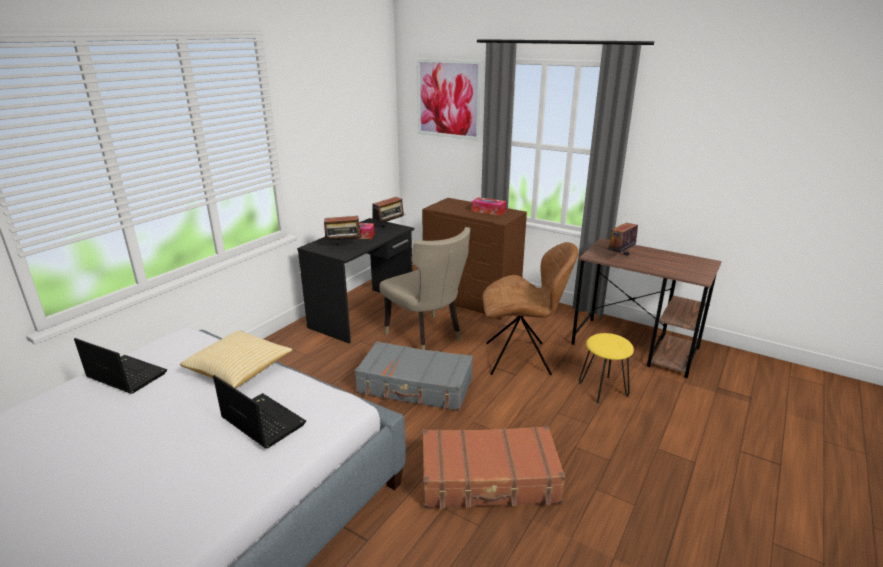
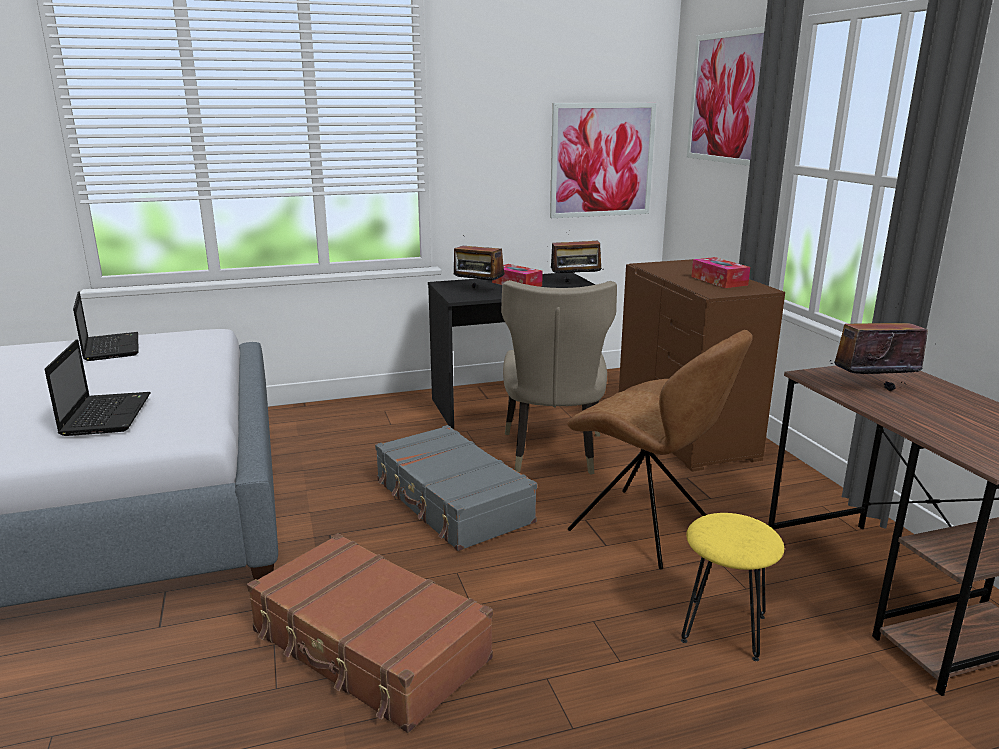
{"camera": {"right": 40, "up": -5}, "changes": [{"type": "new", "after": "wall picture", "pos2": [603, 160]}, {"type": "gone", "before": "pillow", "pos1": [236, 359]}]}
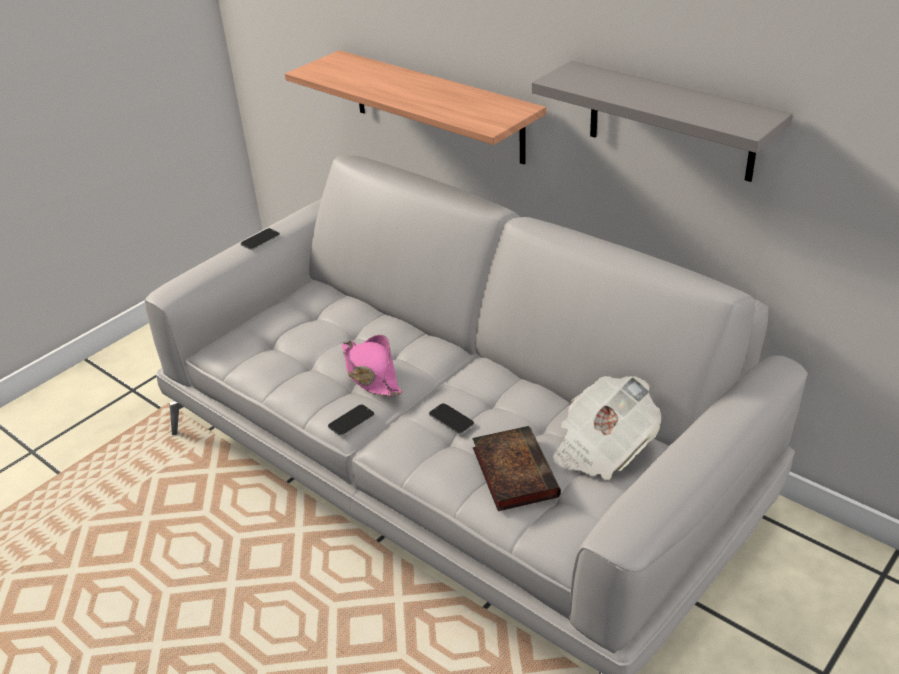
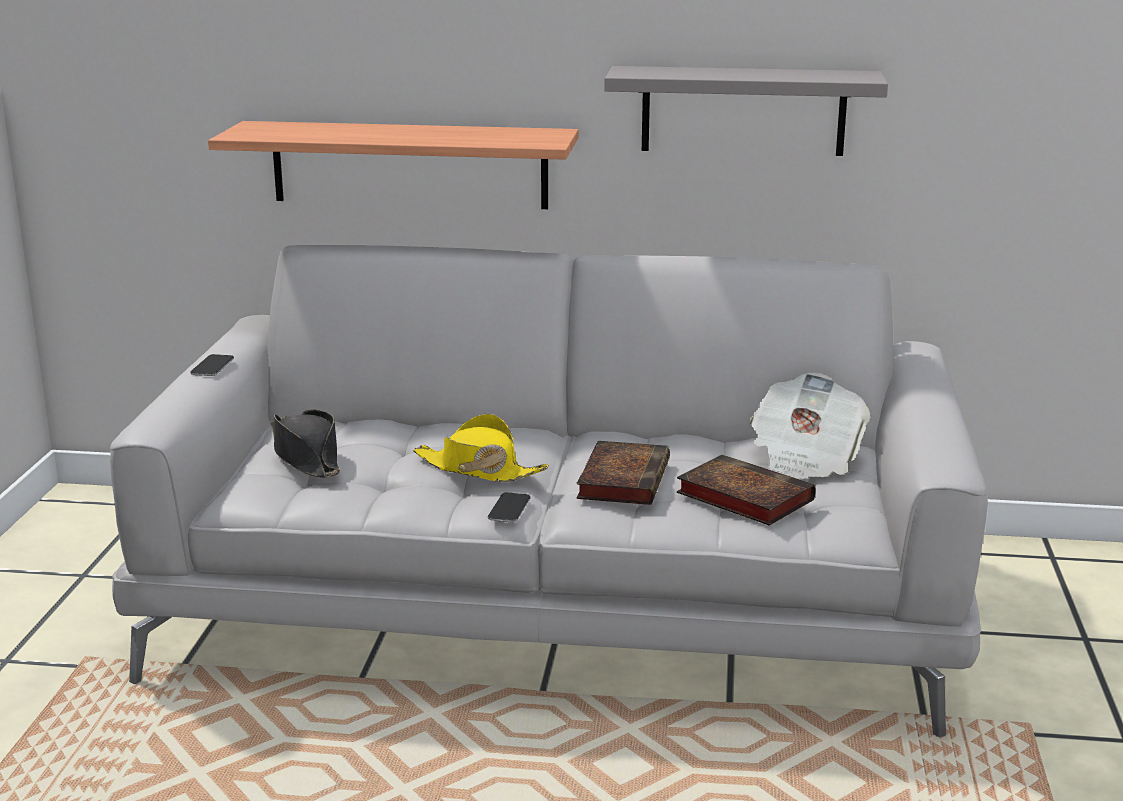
{"camera": {"right": -35, "up": -15}, "changes": [{"type": "new", "after": "blackish hat", "pos2": [305, 443]}, {"type": "repainted", "before": "pinkish hat", "after": "yellow-coloured hat", "pos1": [372, 365], "pos2": [481, 448]}, {"type": "swapped", "before": "handset", "after": "volume", "pos1": [451, 418], "pos2": [623, 473]}]}
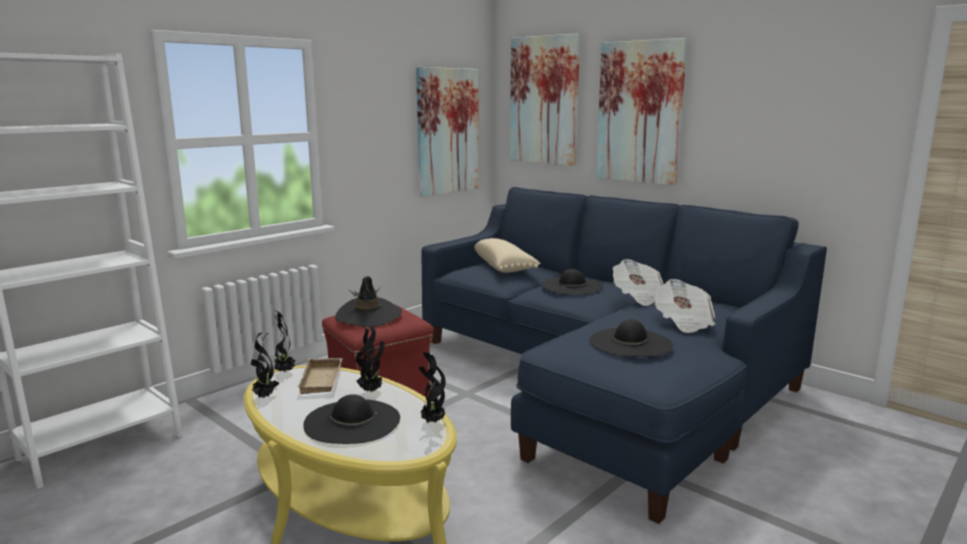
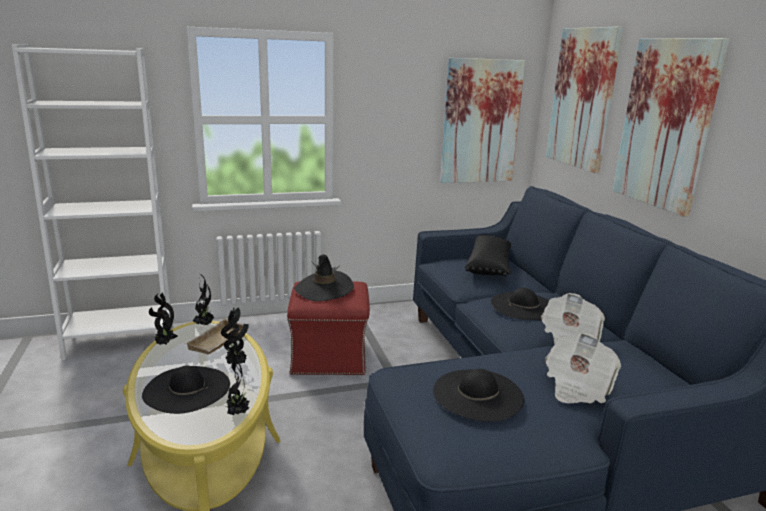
{"camera": {"right": 30, "up": 5}, "changes": [{"type": "repainted", "before": "beige pillow", "after": "blackish pillow", "pos1": [507, 255], "pos2": [488, 256]}]}
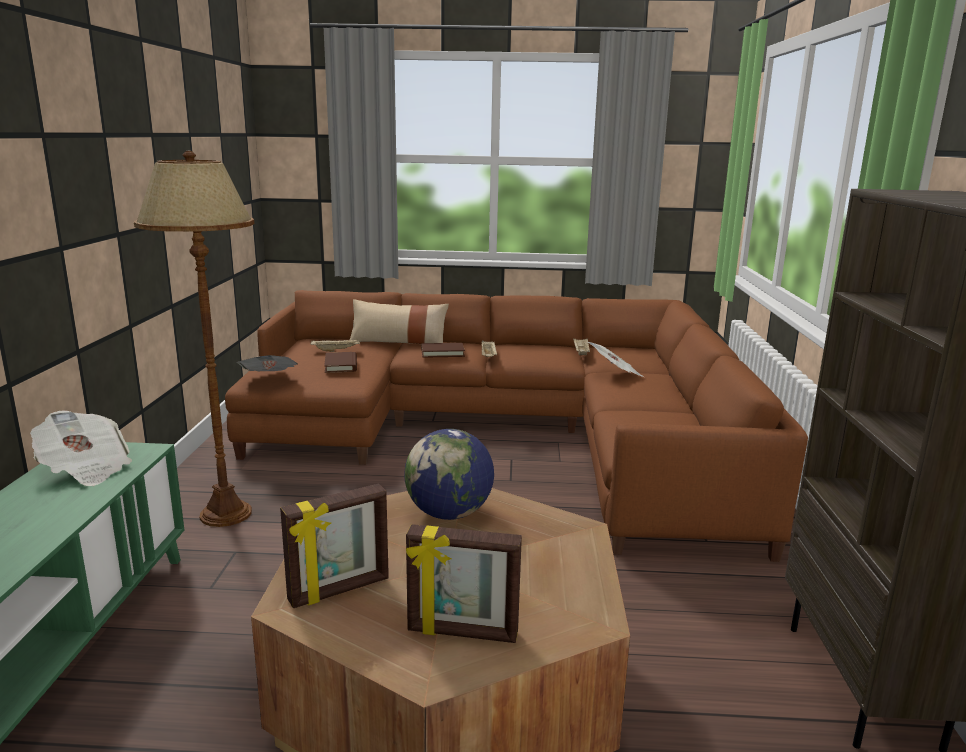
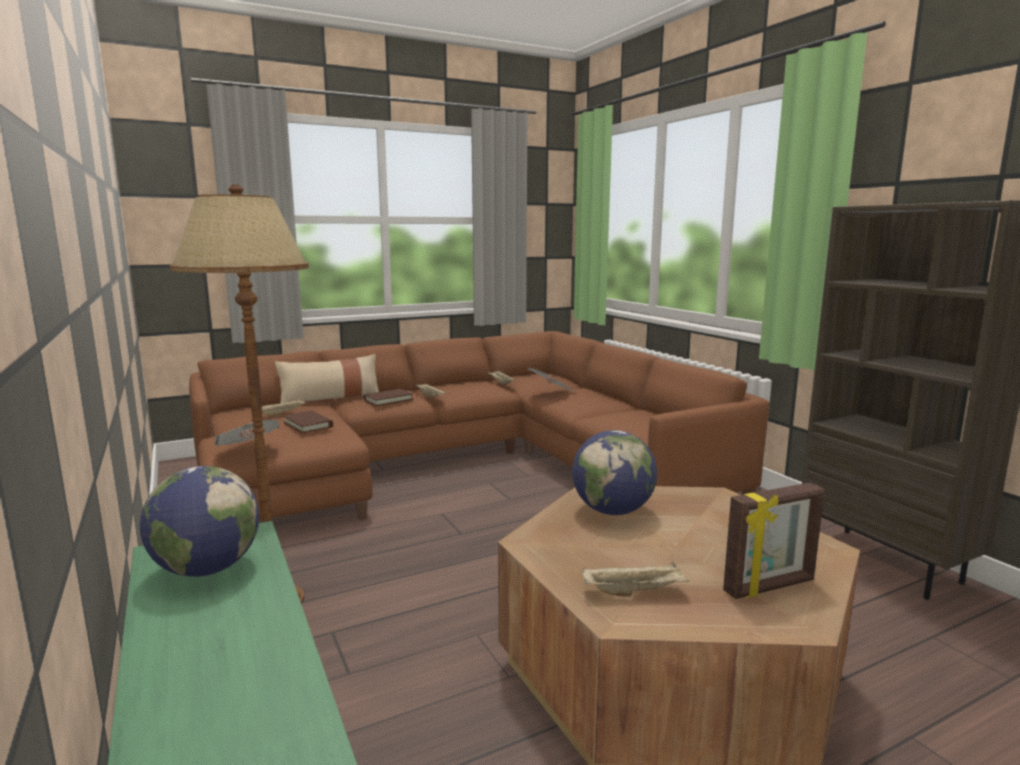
{"camera": {"right": -30, "up": -5}, "changes": [{"type": "swapped", "before": "printed paper", "after": "world globe", "pos1": [81, 448], "pos2": [199, 521]}, {"type": "swapped", "before": "photo frame", "after": "beige serving tray", "pos1": [334, 545], "pos2": [635, 579]}]}
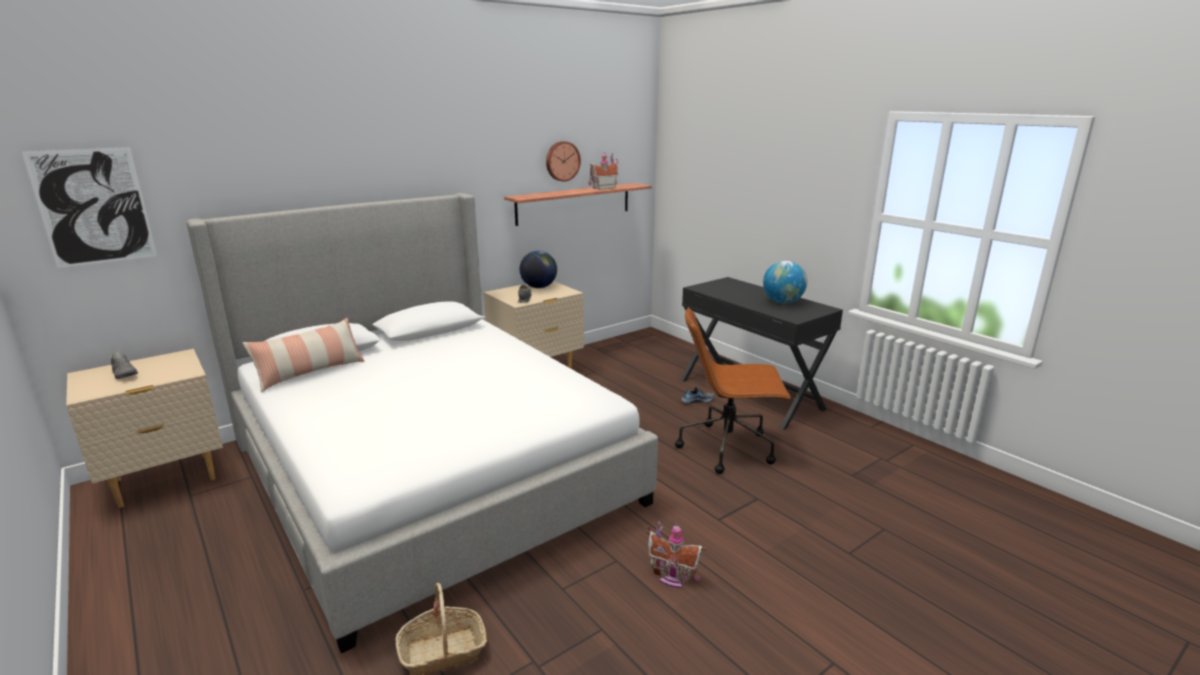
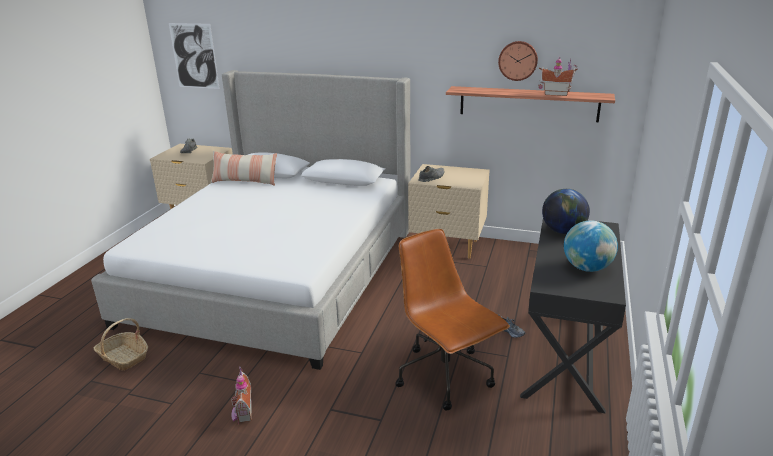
{"camera": {"right": 55, "up": 5}, "changes": [{"type": "shifted", "before": "world globe", "pos1": [538, 269], "pos2": [566, 211]}]}
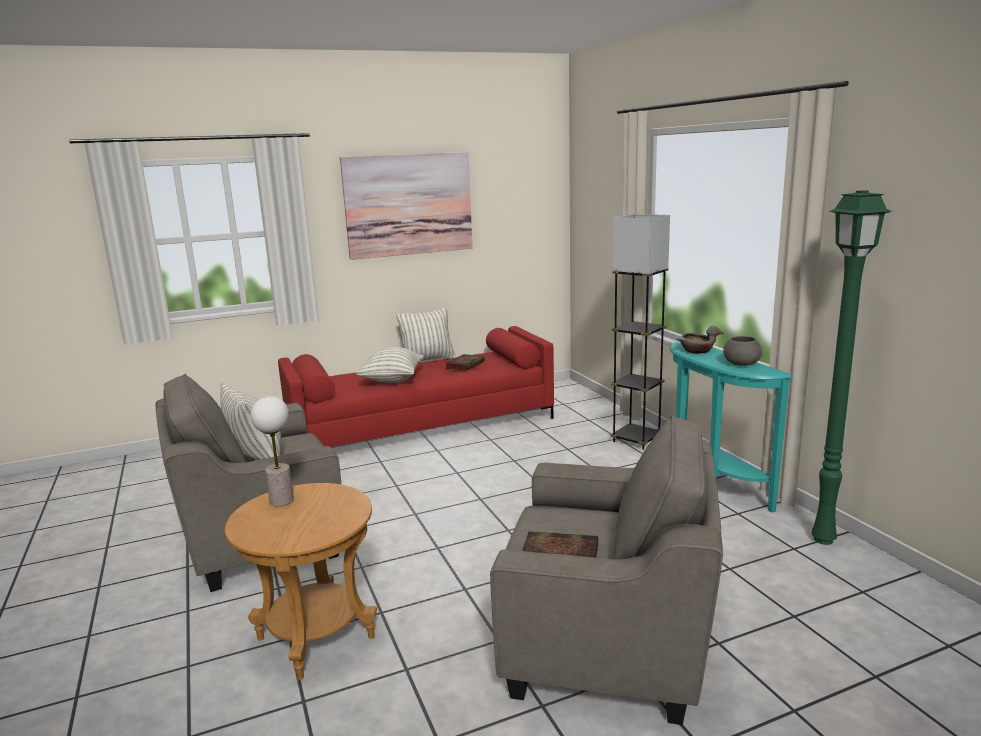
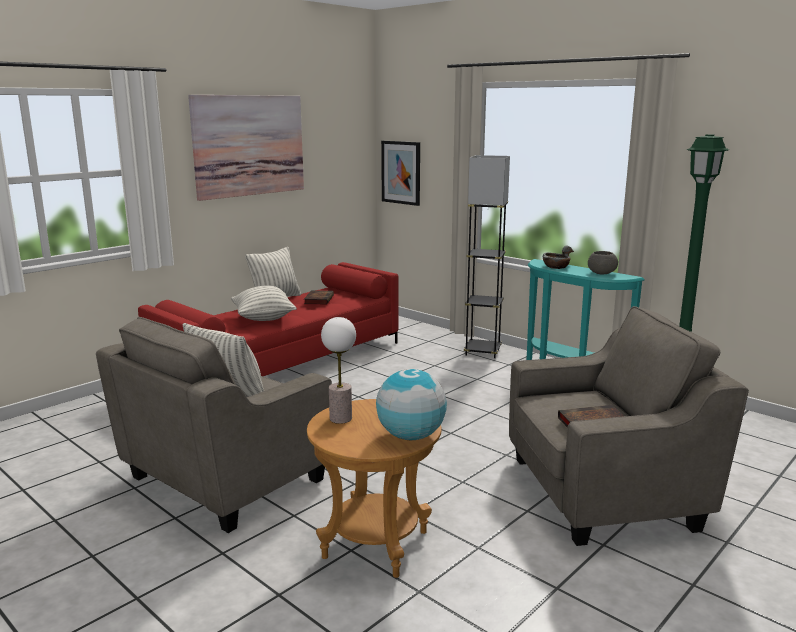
{"camera": {"right": -25, "up": 0}, "changes": [{"type": "new", "after": "world globe", "pos2": [411, 404]}, {"type": "new", "after": "wall picture", "pos2": [400, 173]}]}
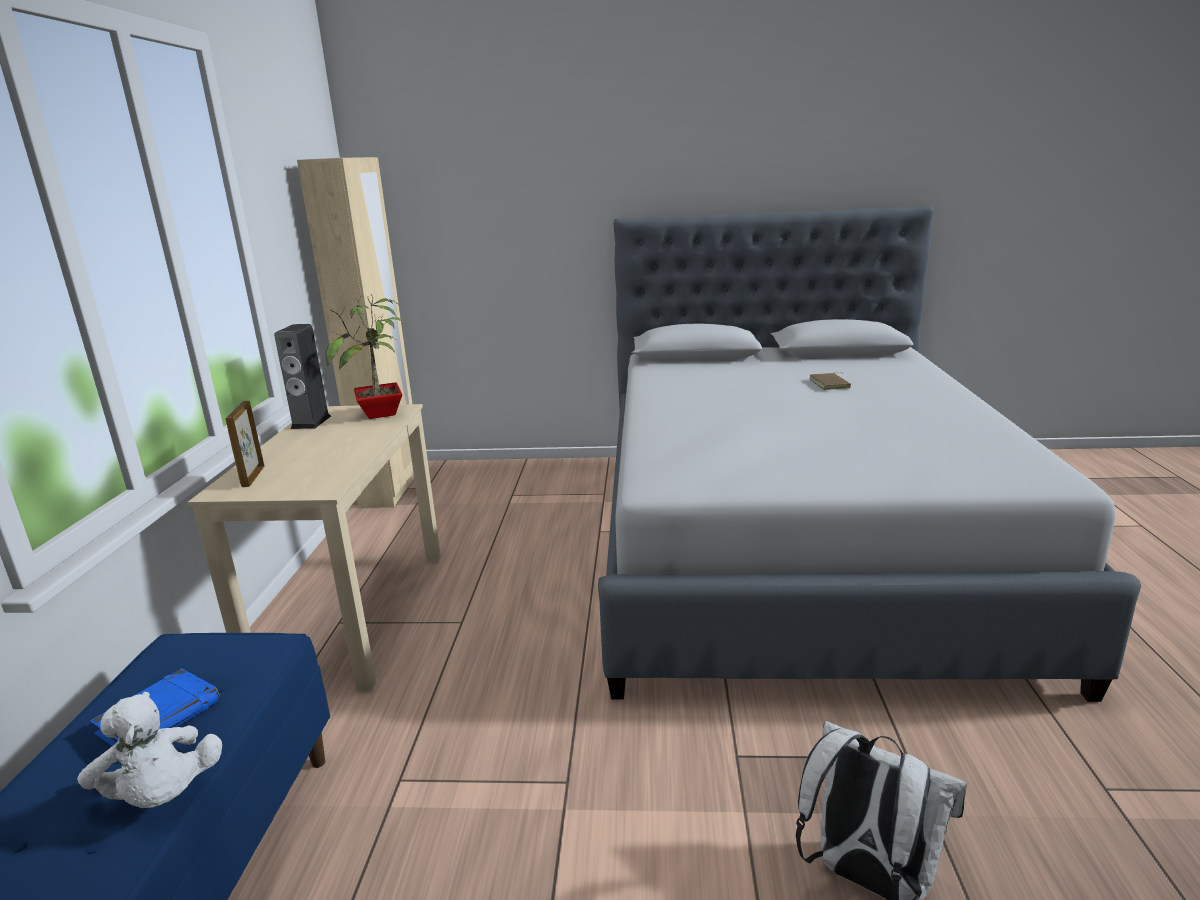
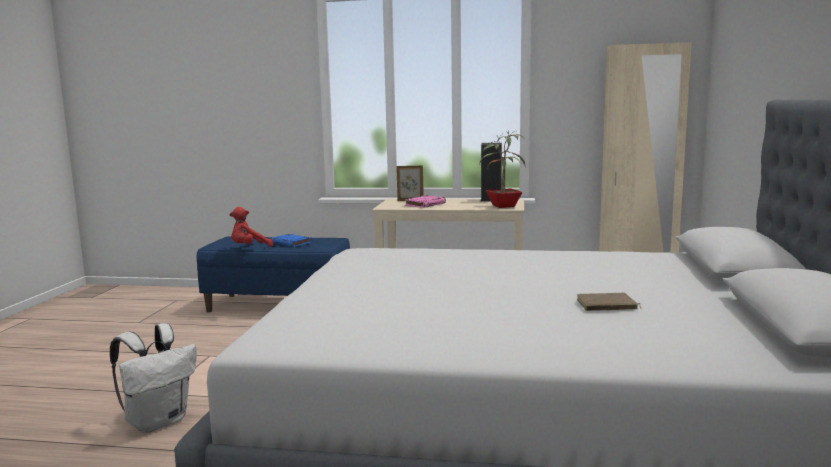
{"camera": {"right": 95, "up": -10}, "changes": [{"type": "repainted", "before": "whitish cuddly toy", "after": "reddish cuddly toy", "pos1": [149, 750], "pos2": [251, 227]}, {"type": "new", "after": "pinkish volume", "pos2": [425, 201]}]}
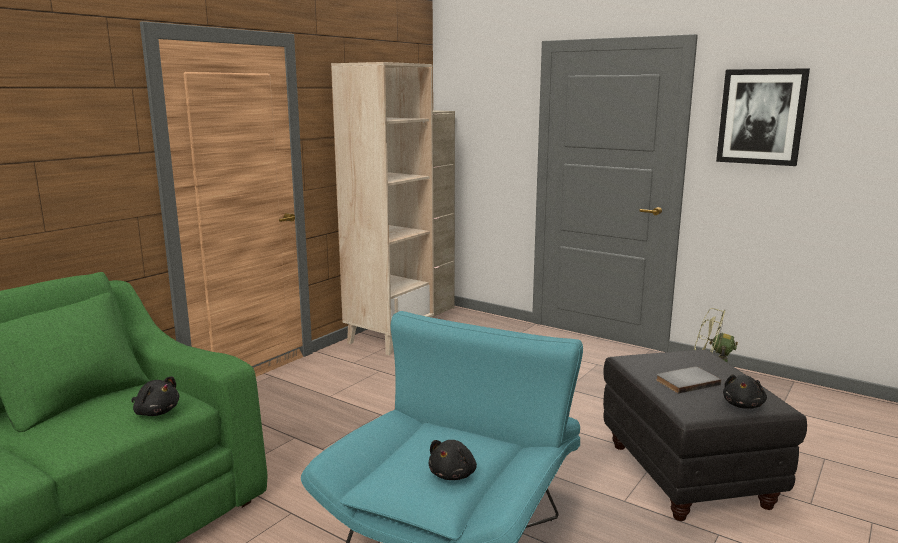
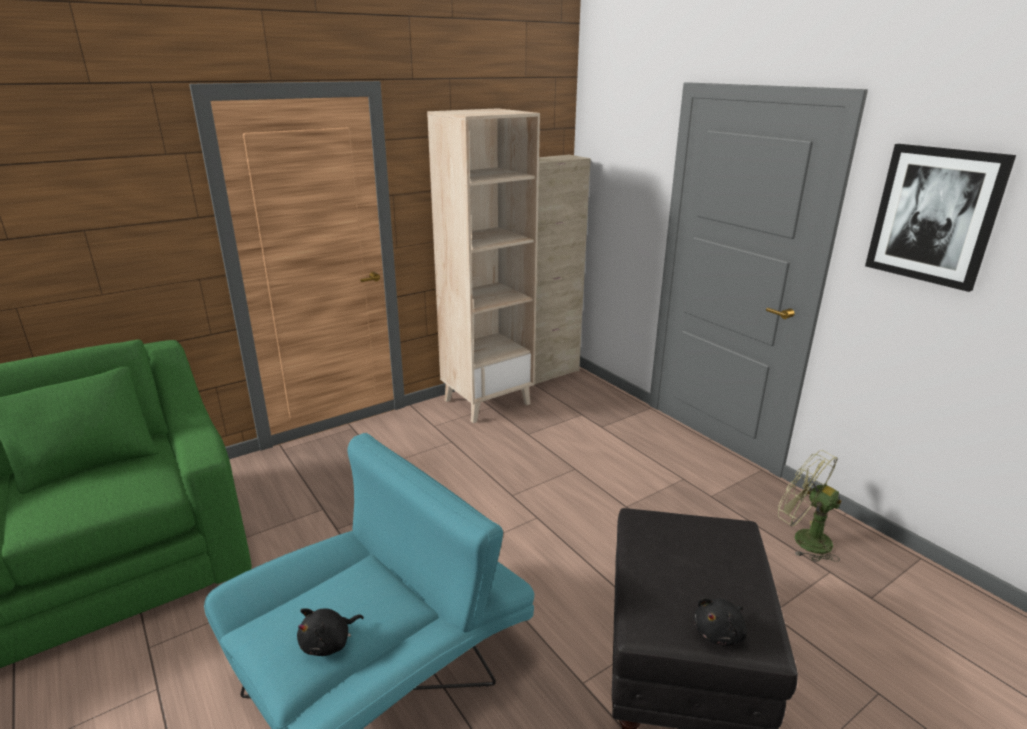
{"camera": {"right": 20, "up": 10}, "changes": [{"type": "gone", "before": "blackish cuddly toy", "pos1": [155, 396]}, {"type": "gone", "before": "greyish volume", "pos1": [688, 380]}]}
